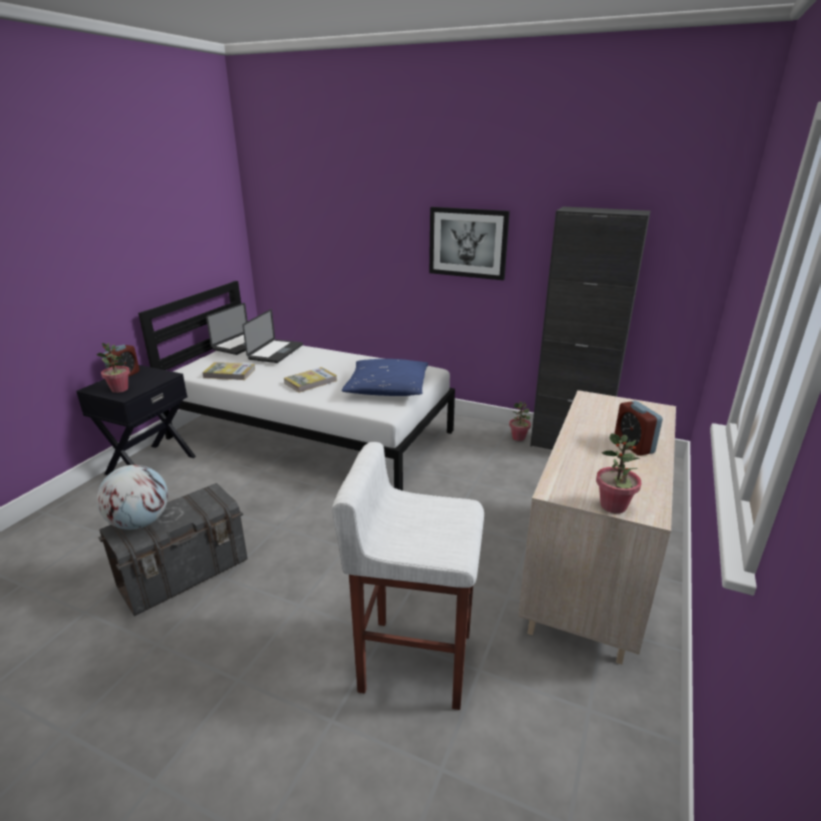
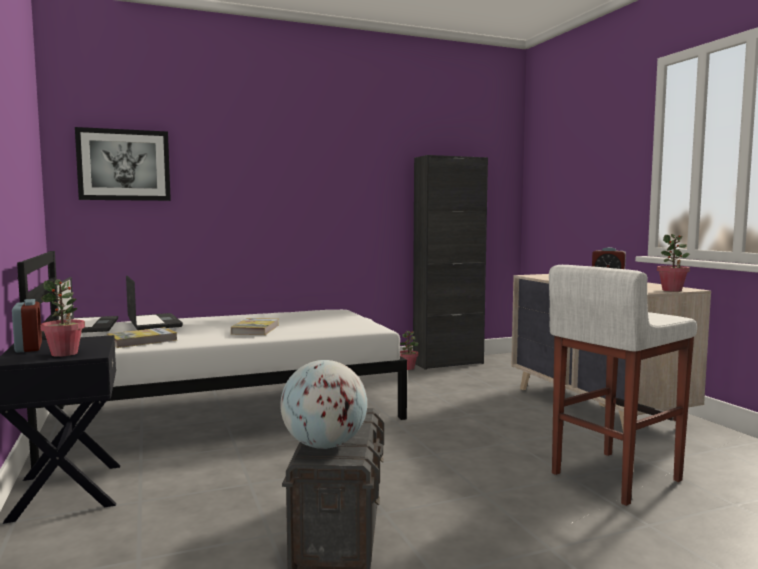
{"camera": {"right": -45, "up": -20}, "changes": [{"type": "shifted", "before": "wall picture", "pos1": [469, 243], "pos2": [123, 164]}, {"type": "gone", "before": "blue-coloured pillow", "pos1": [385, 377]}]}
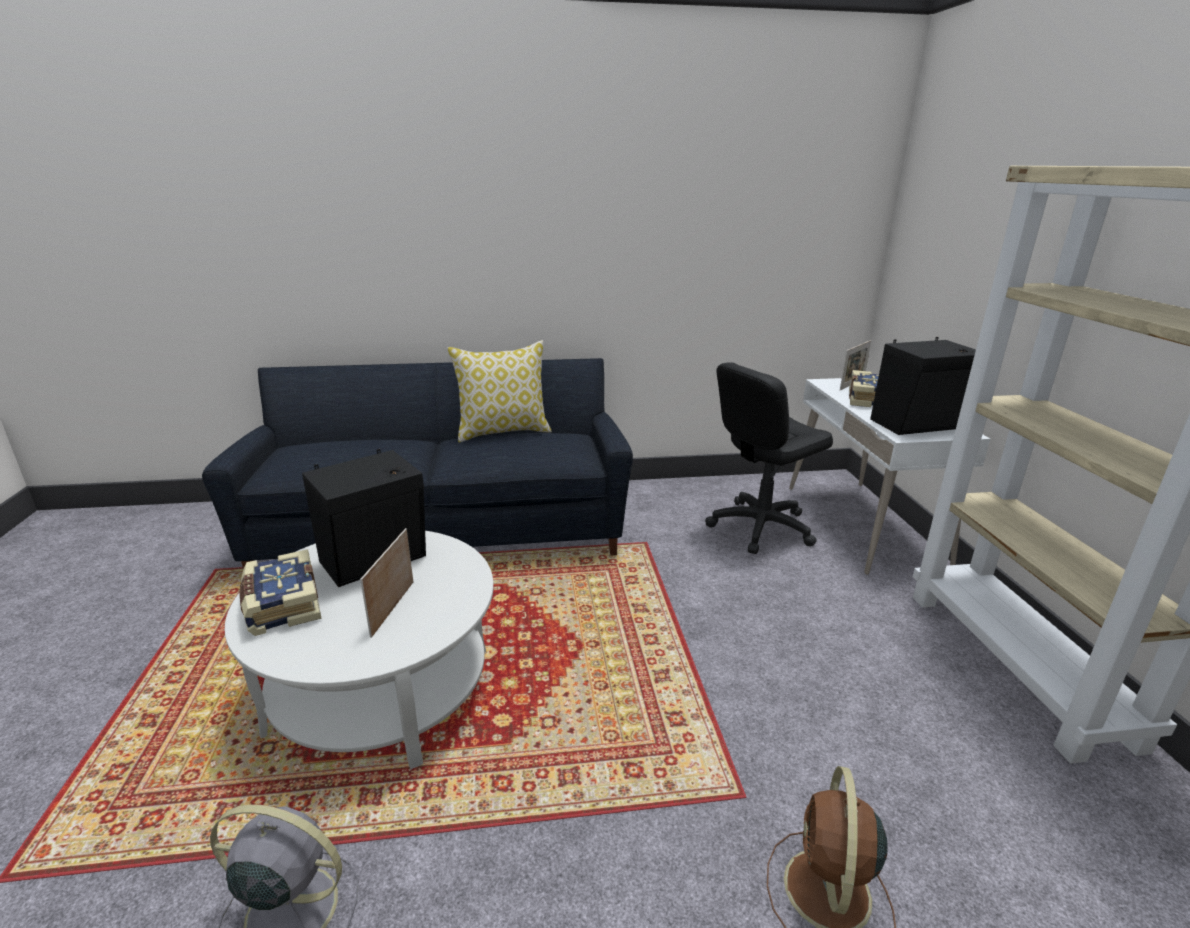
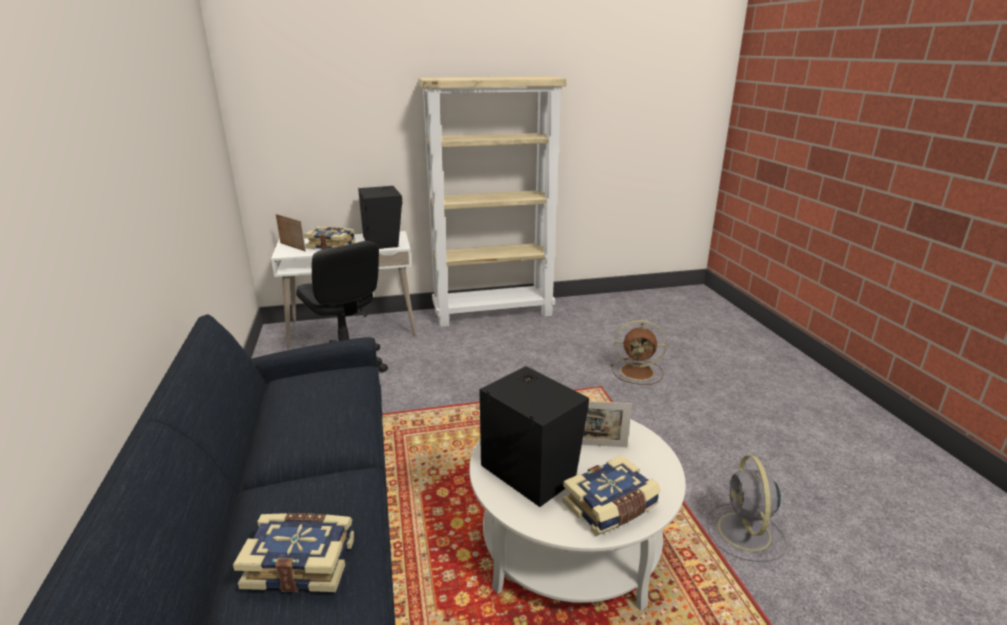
{"camera": {"right": -95, "up": 0}, "changes": [{"type": "new", "after": "volume", "pos2": [293, 552]}, {"type": "gone", "before": "pillow", "pos1": [499, 391]}]}
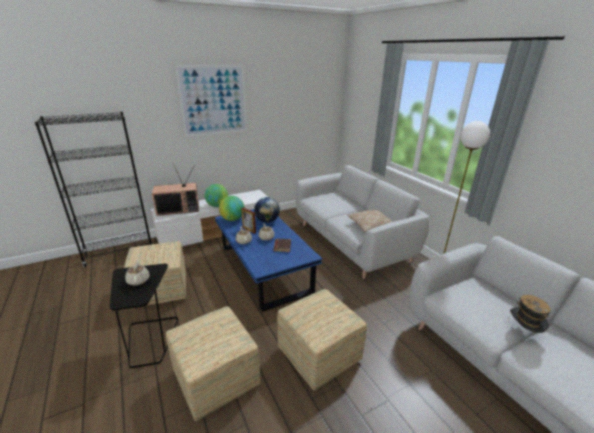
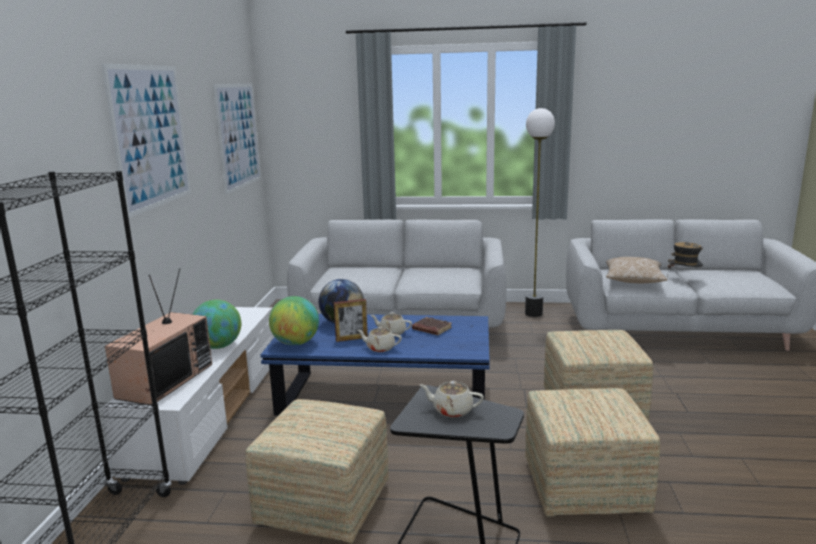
{"camera": {"right": -55, "up": -10}, "changes": [{"type": "new", "after": "wall picture", "pos2": [237, 139]}, {"type": "shifted", "before": "pillow", "pos1": [370, 221], "pos2": [636, 270]}]}
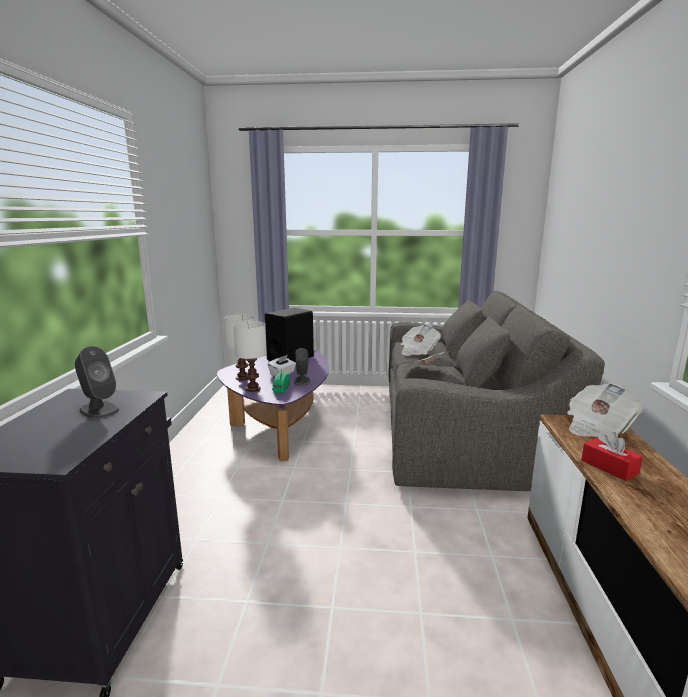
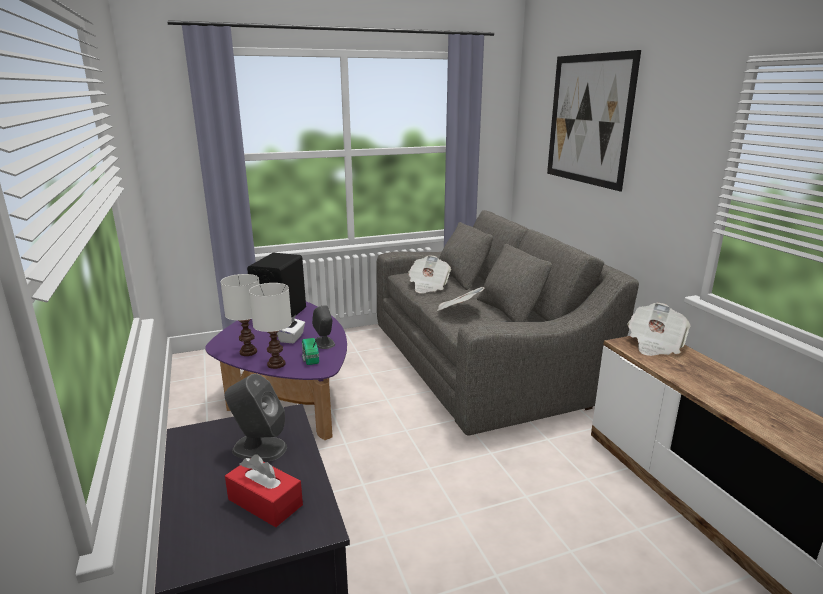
{"camera": {"right": -25, "up": 5}, "changes": [{"type": "shifted", "before": "reddish tissue holder", "pos1": [612, 456], "pos2": [264, 490]}, {"type": "new", "after": "wall picture", "pos2": [594, 121]}]}
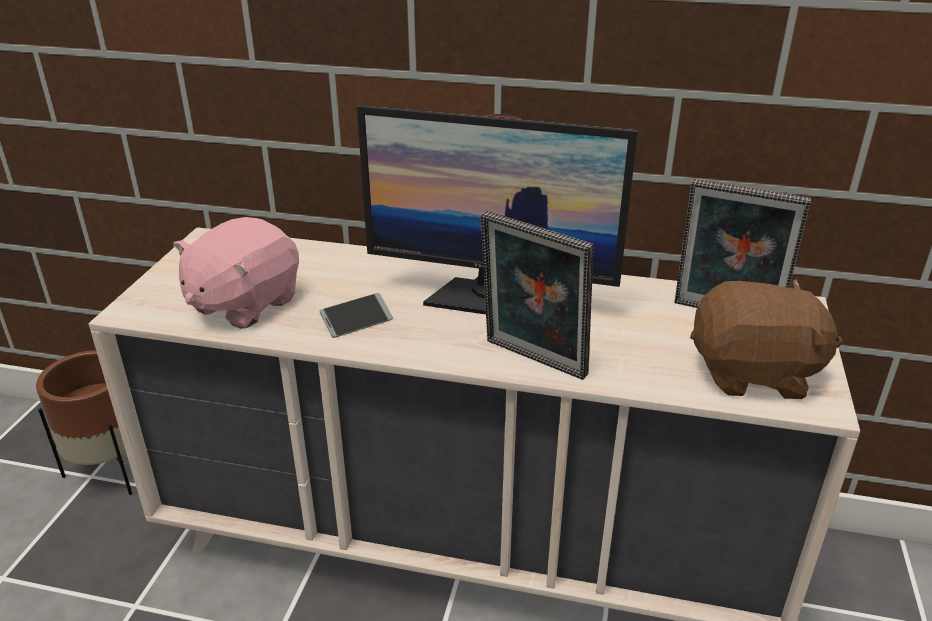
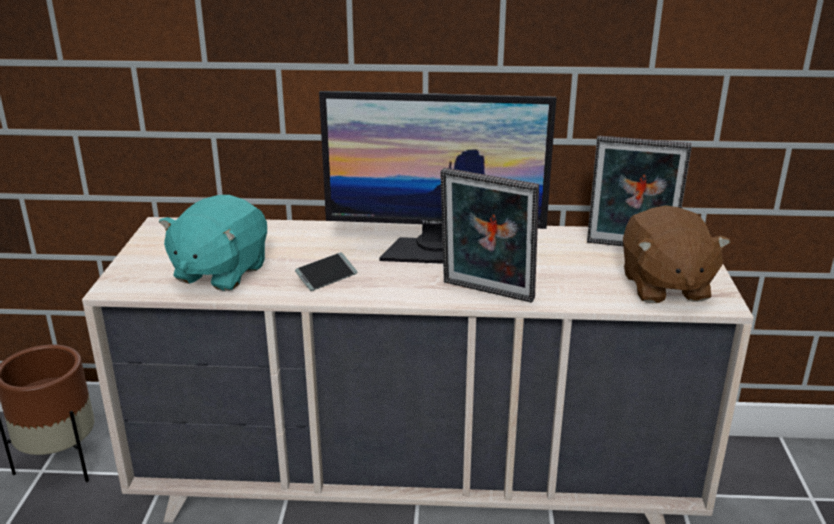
{"camera": {"right": -10, "up": -5}, "changes": [{"type": "repainted", "before": "pinkish cuddly toy", "after": "turquoise cuddly toy", "pos1": [236, 273], "pos2": [213, 243]}, {"type": "rotated", "before": "brown cuddly toy", "pos1": [766, 339], "pos2": [677, 254], "turn": 90}]}
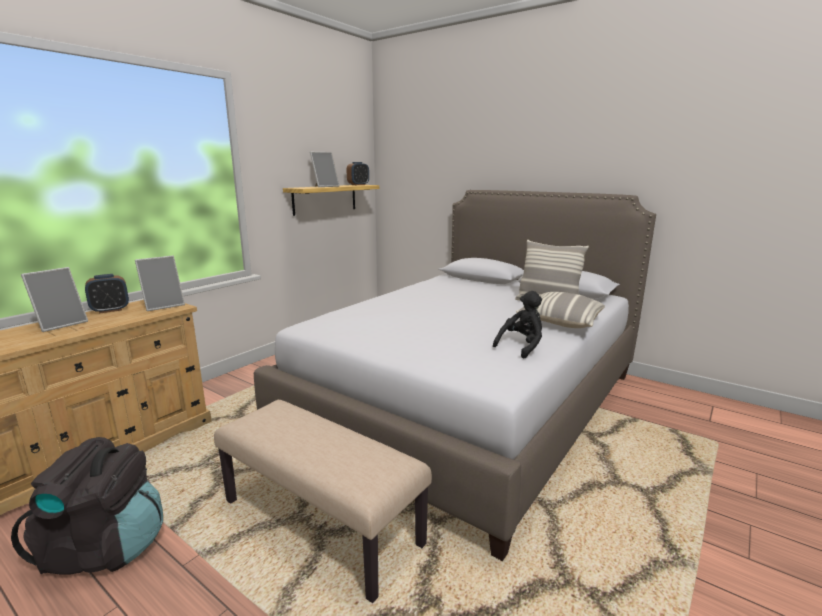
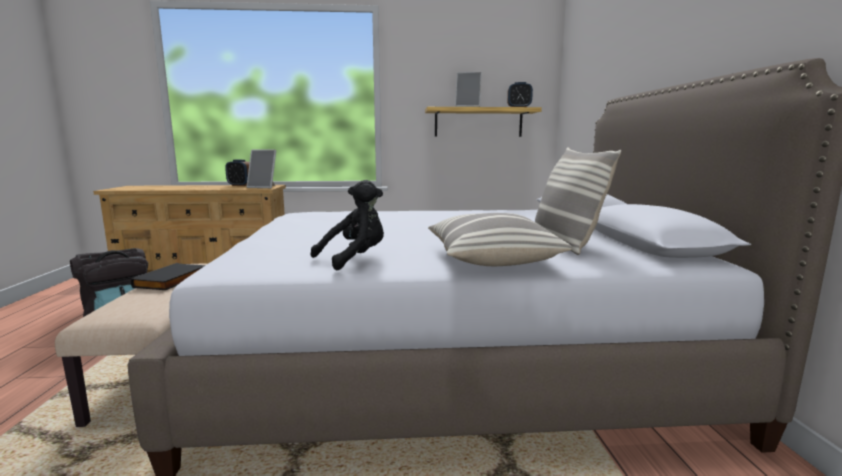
{"camera": {"right": 50, "up": -5}, "changes": [{"type": "new", "after": "blackish volume", "pos2": [168, 276]}, {"type": "rotated", "before": "blackish cuddly toy", "pos1": [517, 325], "pos2": [347, 225], "turn": -45}, {"type": "gone", "before": "photo frame", "pos1": [54, 299]}]}
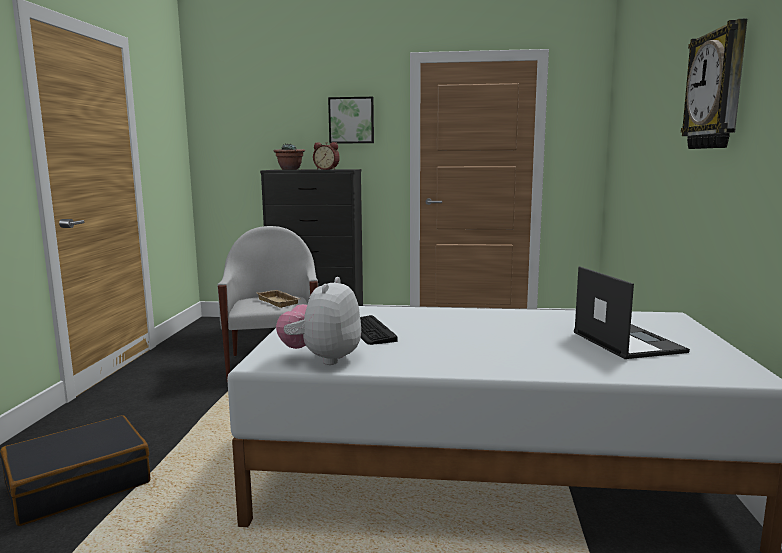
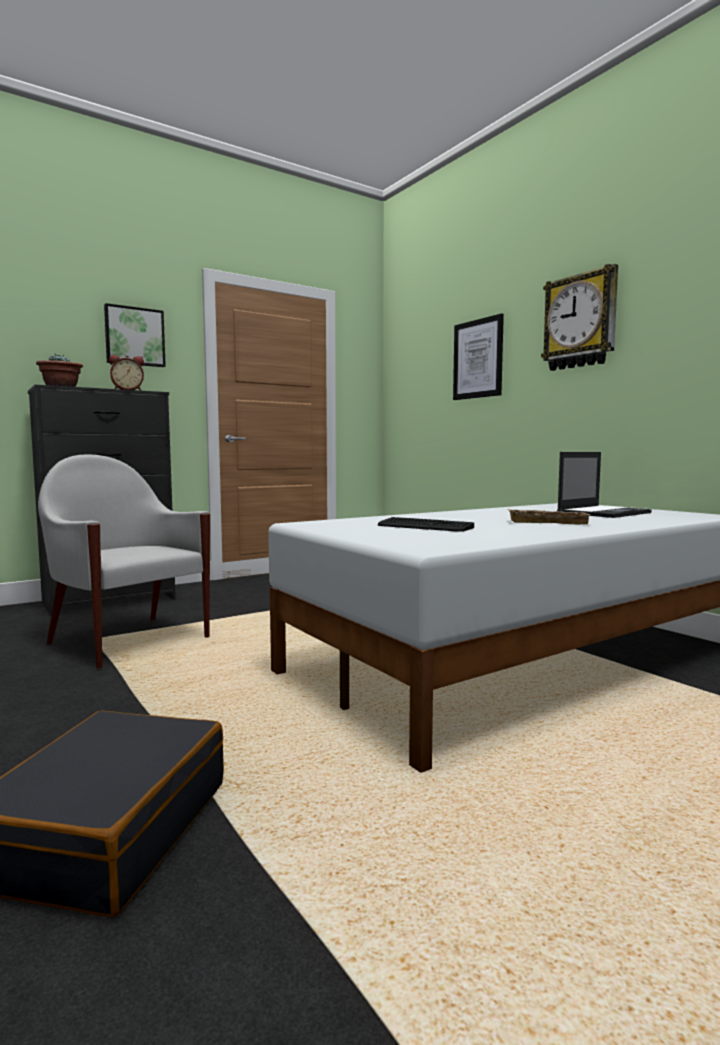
{"camera": {"right": -40, "up": -5}, "changes": [{"type": "new", "after": "wall picture", "pos2": [478, 356]}, {"type": "shifted", "before": "beige serving tray", "pos1": [278, 299], "pos2": [549, 517]}, {"type": "rotated", "before": "notebook computer", "pos1": [632, 312], "pos2": [604, 485], "turn": 105}, {"type": "gone", "before": "cuddly toy", "pos1": [318, 321]}]}
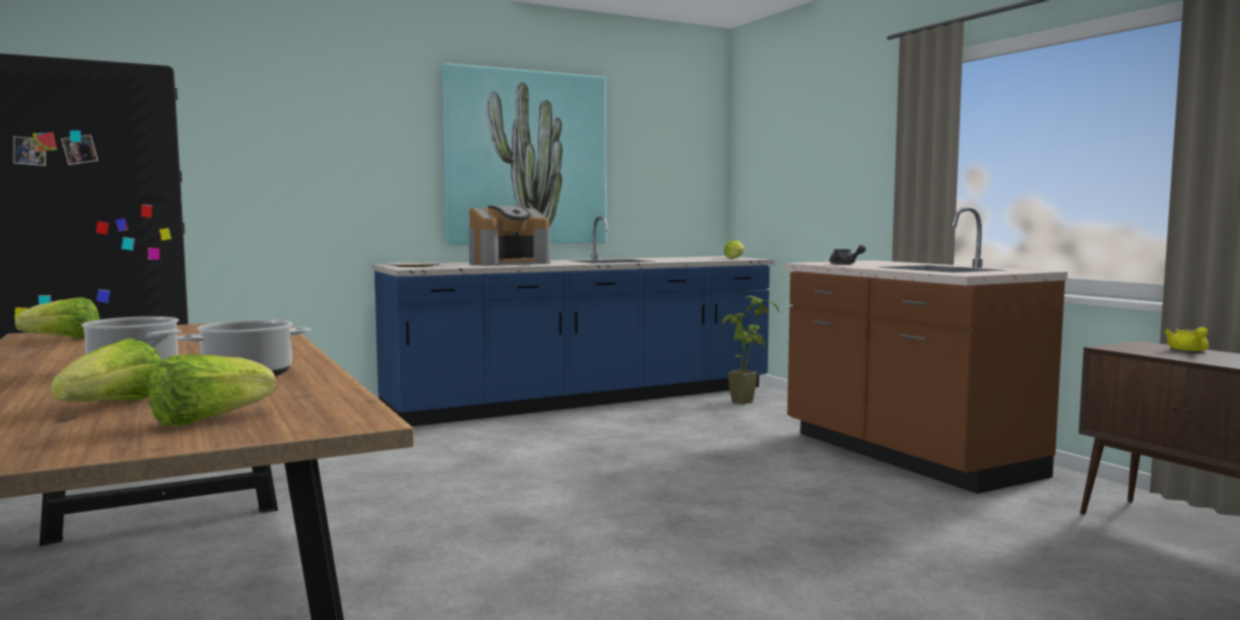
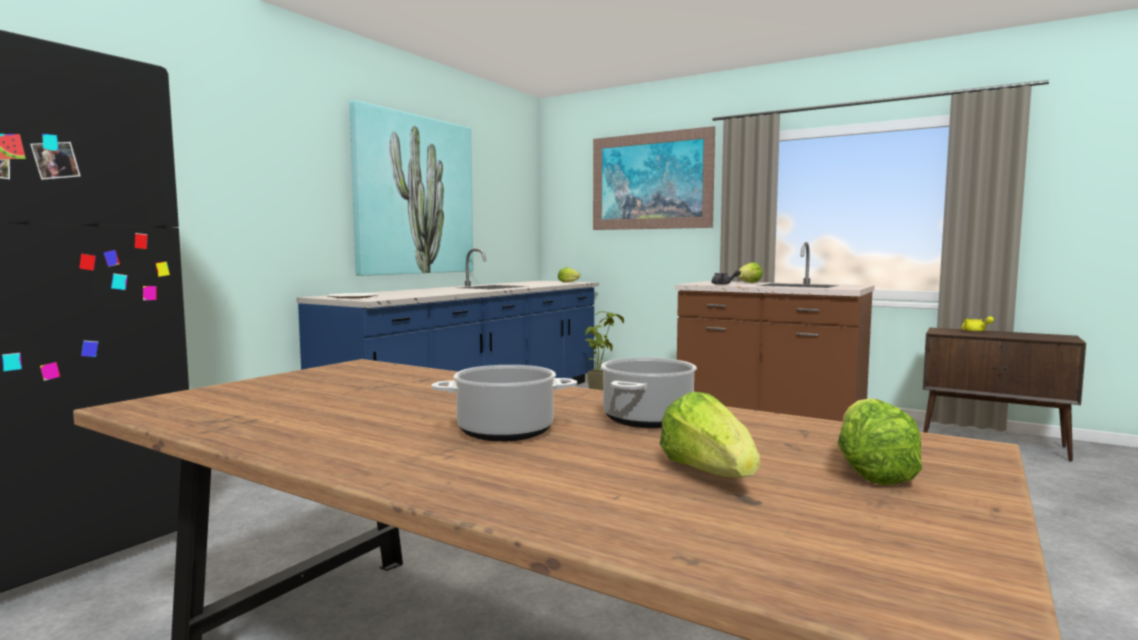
{"camera": {"right": -30, "up": 0}, "changes": [{"type": "new", "after": "wall picture", "pos2": [654, 178]}, {"type": "shifted", "before": "lettuce", "pos1": [57, 318], "pos2": [750, 272]}, {"type": "gone", "before": "coffee machine", "pos1": [510, 236]}]}
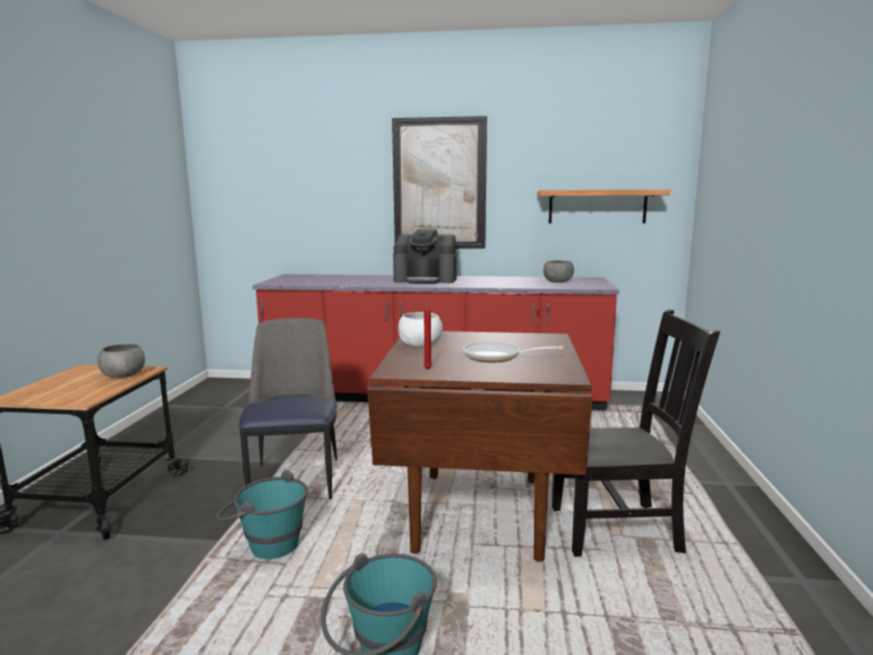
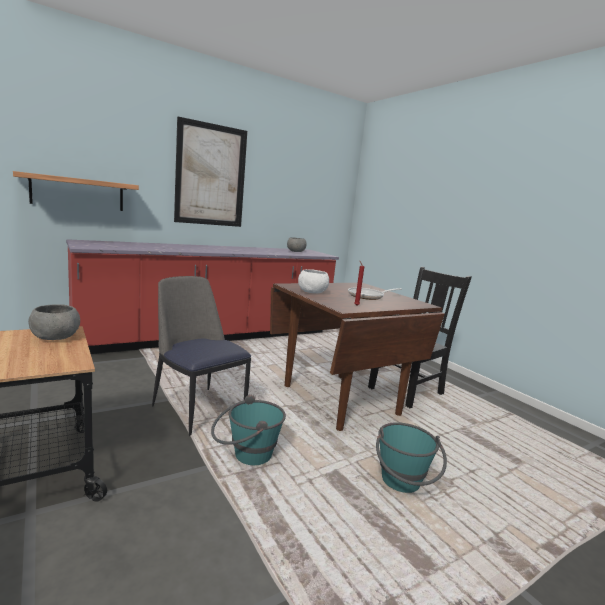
{"camera": {"right": -40, "up": 0}, "changes": [{"type": "shifted", "before": "bracket shelf", "pos1": [604, 206], "pos2": [76, 191]}, {"type": "gone", "before": "coffee machine", "pos1": [425, 256]}]}
